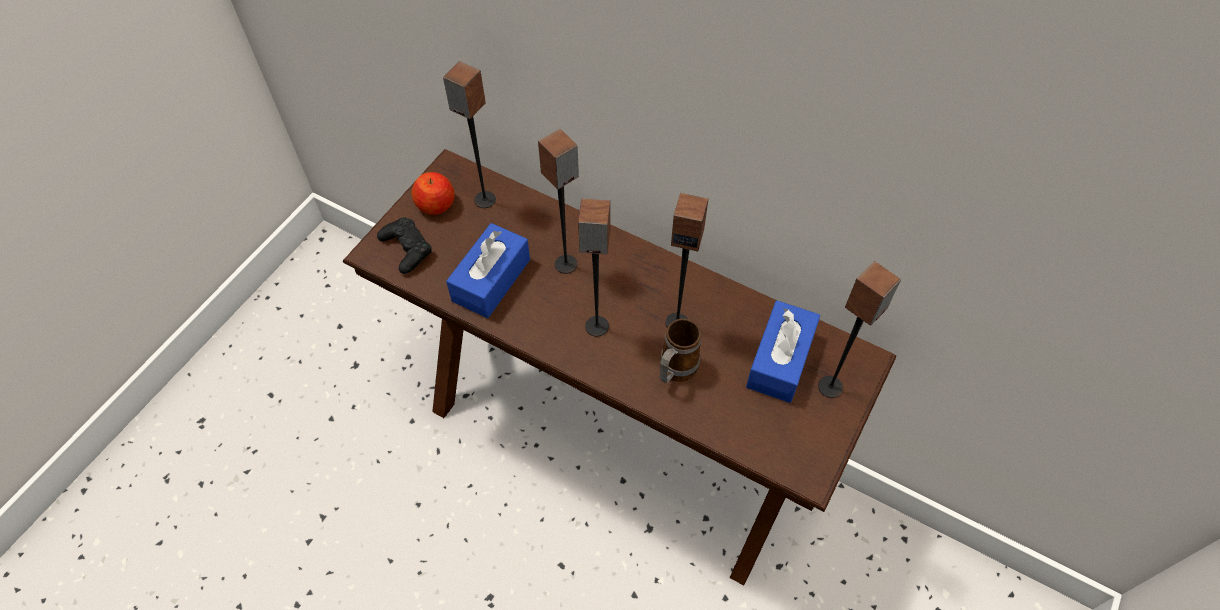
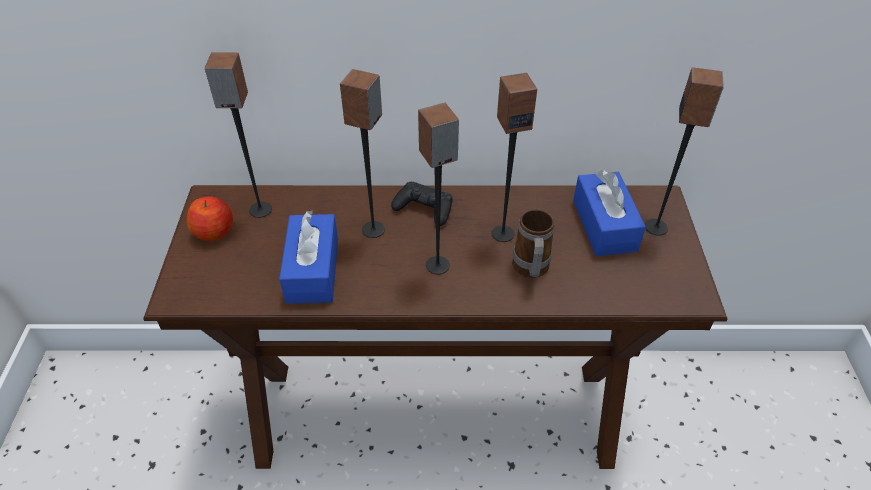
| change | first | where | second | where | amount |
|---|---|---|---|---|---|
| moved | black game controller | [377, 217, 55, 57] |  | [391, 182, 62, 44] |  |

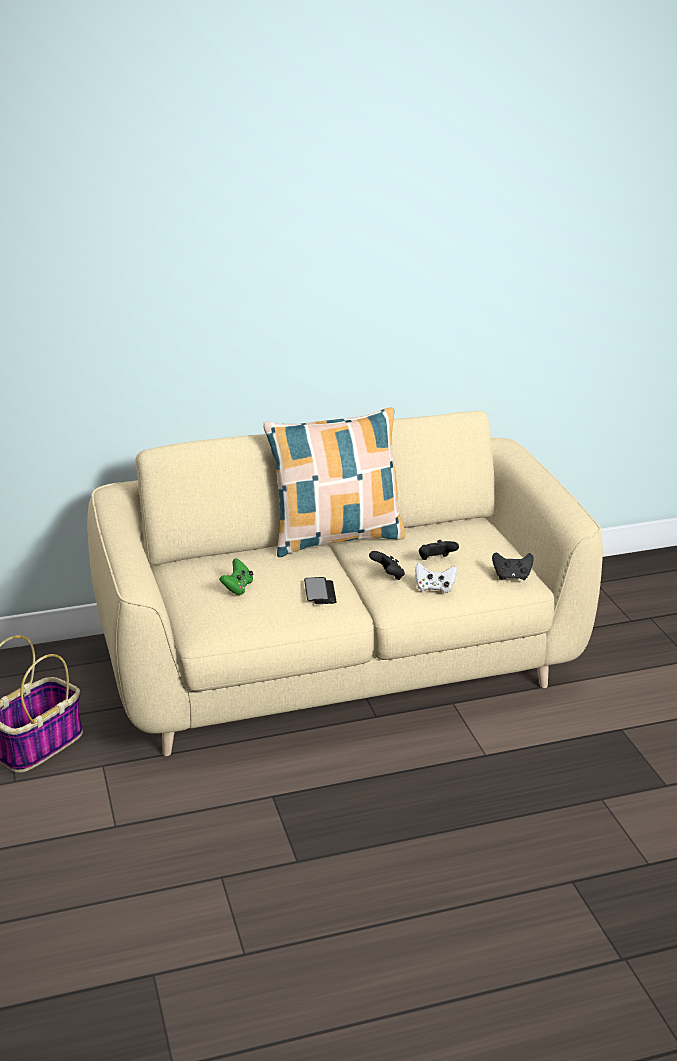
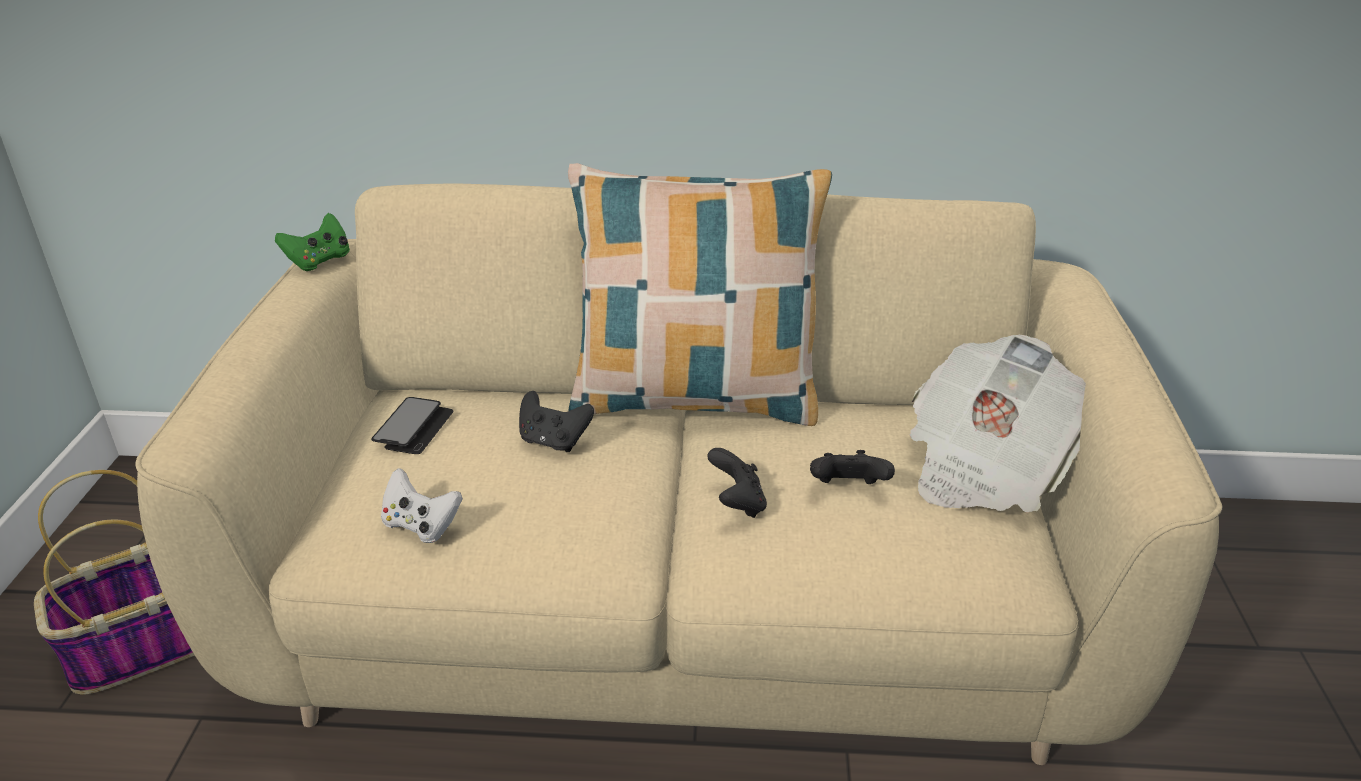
| change | first | where | second | where | amount |
|---|---|---|---|---|---|
| moved | black game controller | [492, 552, 42, 28] |  | [519, 391, 75, 61] |  |
| moved | green game controller | [219, 558, 34, 37] |  | [275, 213, 75, 58] |  |
| moved | white game controller | [415, 563, 42, 30] |  | [381, 468, 82, 75] |  |
| moved | phone | [304, 577, 33, 27] |  | [371, 397, 83, 57] |  |
| added |  |  | newspaper | [909, 335, 177, 177] |  |

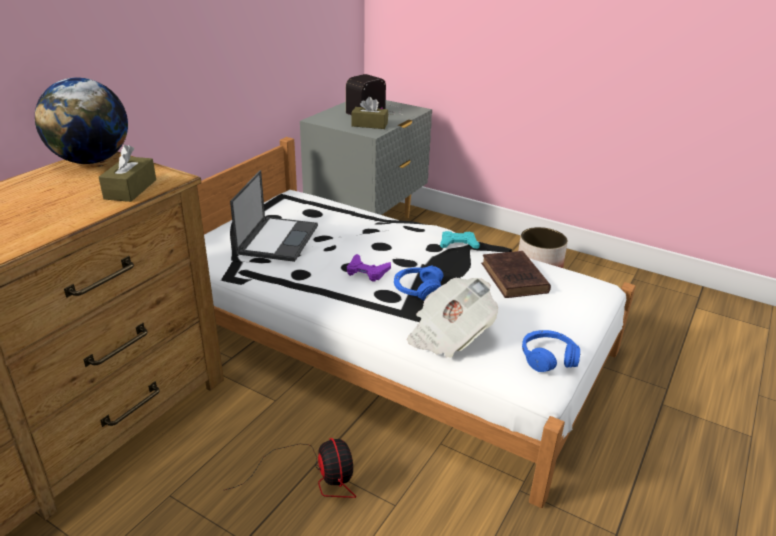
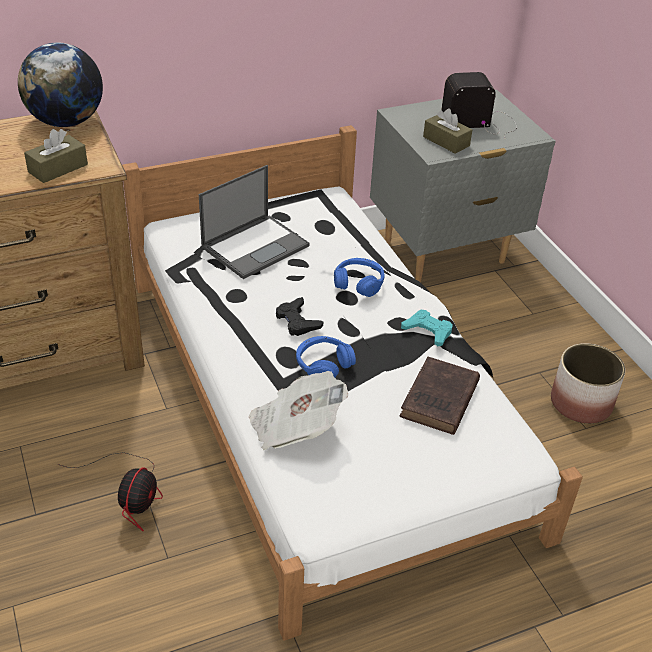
| change | first | where | second | where | amount |
|---|---|---|---|---|---|
| recoloured | purple game controller | [347, 254, 44, 28] | black game controller | [276, 297, 47, 39] |  |
| moved | blue headphones | [522, 330, 58, 42] |  | [334, 258, 51, 39] |  |

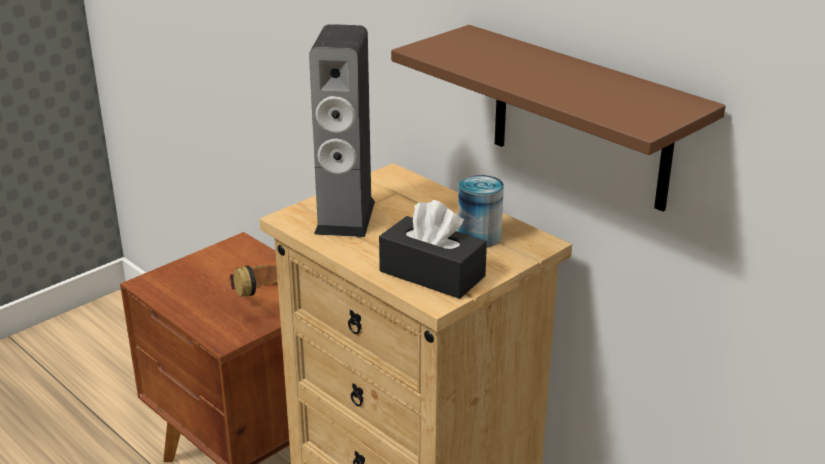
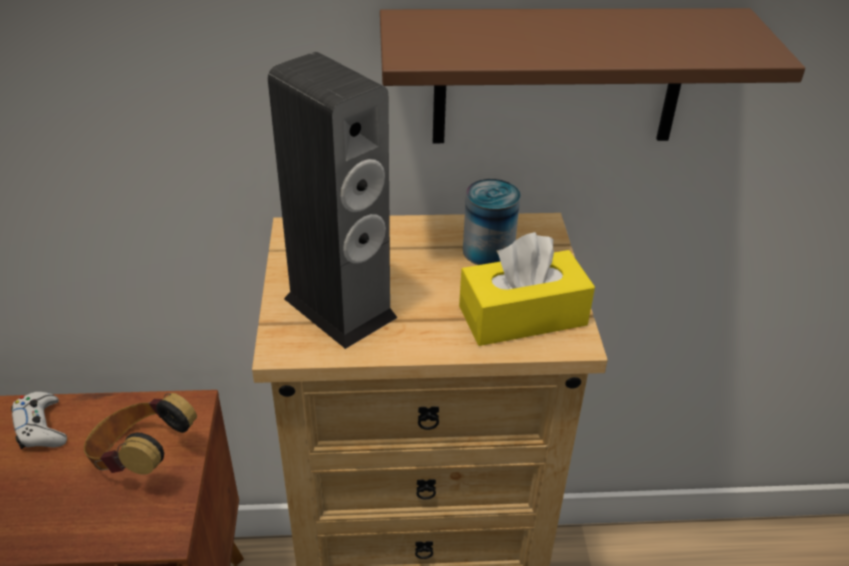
| change | first | where | second | where | amount |
|---|---|---|---|---|---|
| recoloured | black tissue box | [379, 200, 108, 99] | yellow tissue box | [459, 232, 136, 114] |  |
| added |  |  | white game controller | [11, 392, 56, 57] |  |

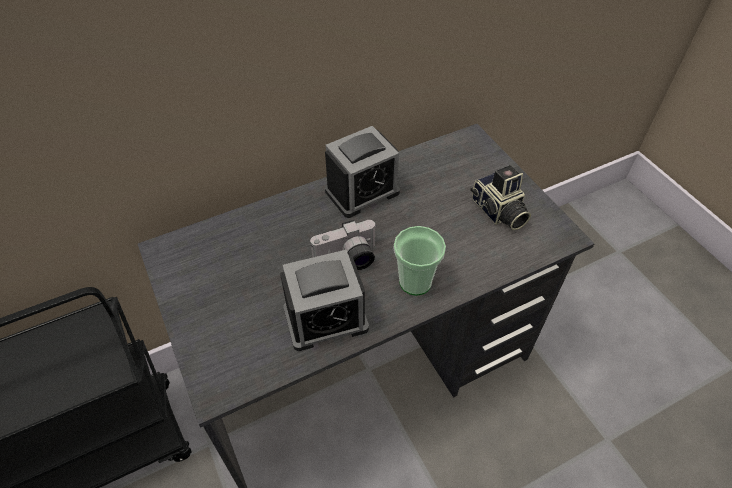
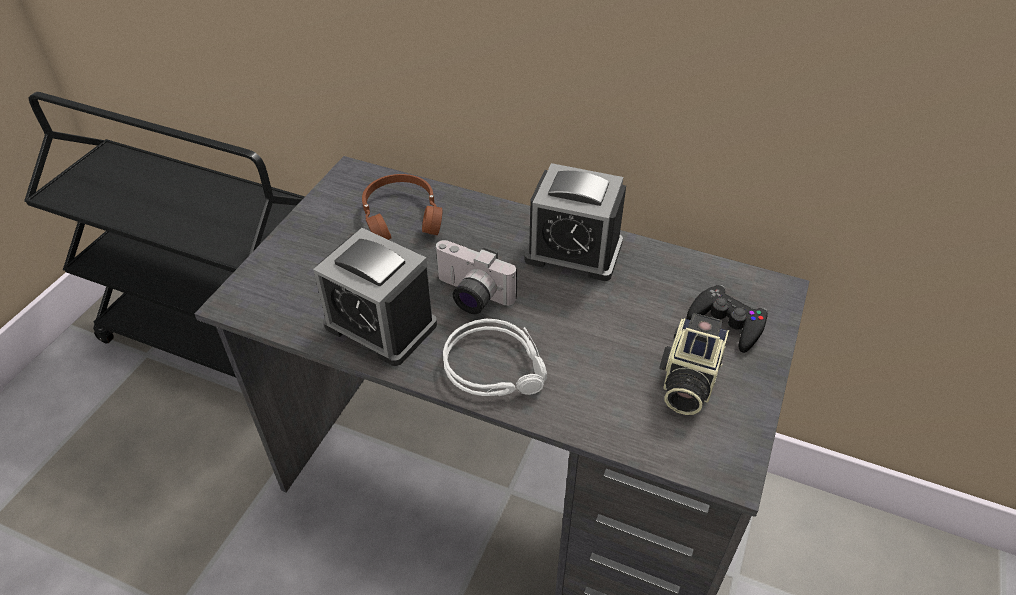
| change | first | where | second | where | amount |
|---|---|---|---|---|---|
| replaced | cup | [394, 226, 52, 70] | grey headphones | [443, 319, 104, 77] |  |
| added |  |  | brown headphones | [362, 174, 80, 66] |  |
| added |  |  | black game controller | [687, 285, 81, 68] |  |

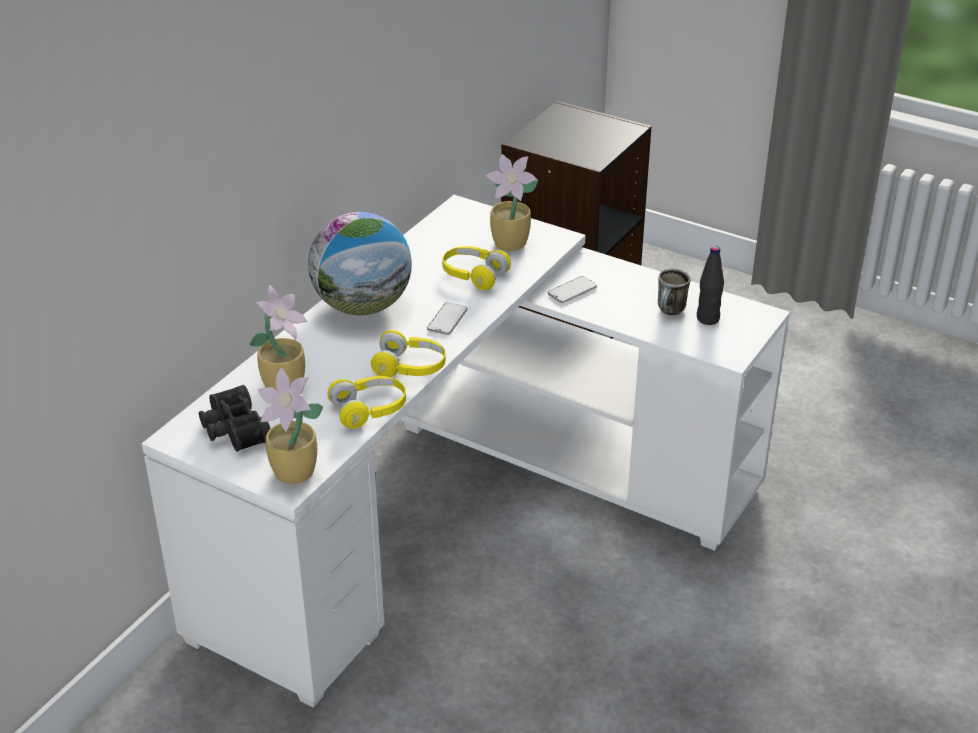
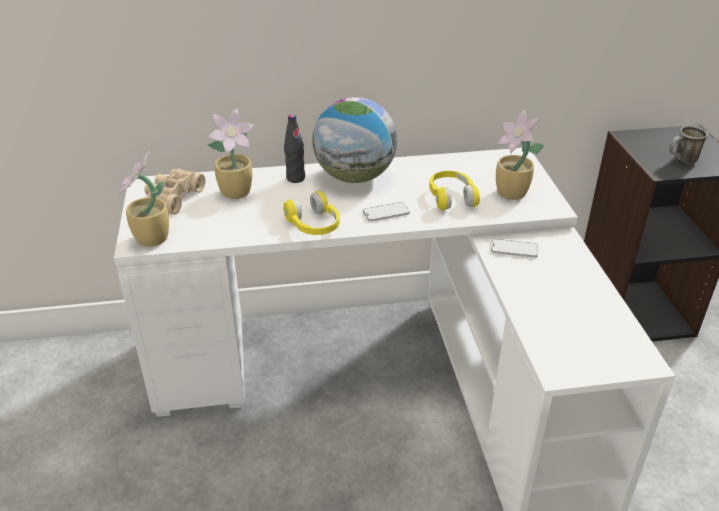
| change | first | where | second | where | amount |
|---|---|---|---|---|---|
| moved | black bottle | [697, 246, 27, 79] |  | [284, 114, 21, 69] |  |
| moved | mug | [658, 268, 32, 47] |  | [669, 126, 39, 39] |  |
| removed | yellow headphones | [327, 376, 79, 53] |  |  |  |
| recoloured | black binoculars | [199, 385, 72, 67] | beige binoculars | [144, 169, 61, 46] |  |

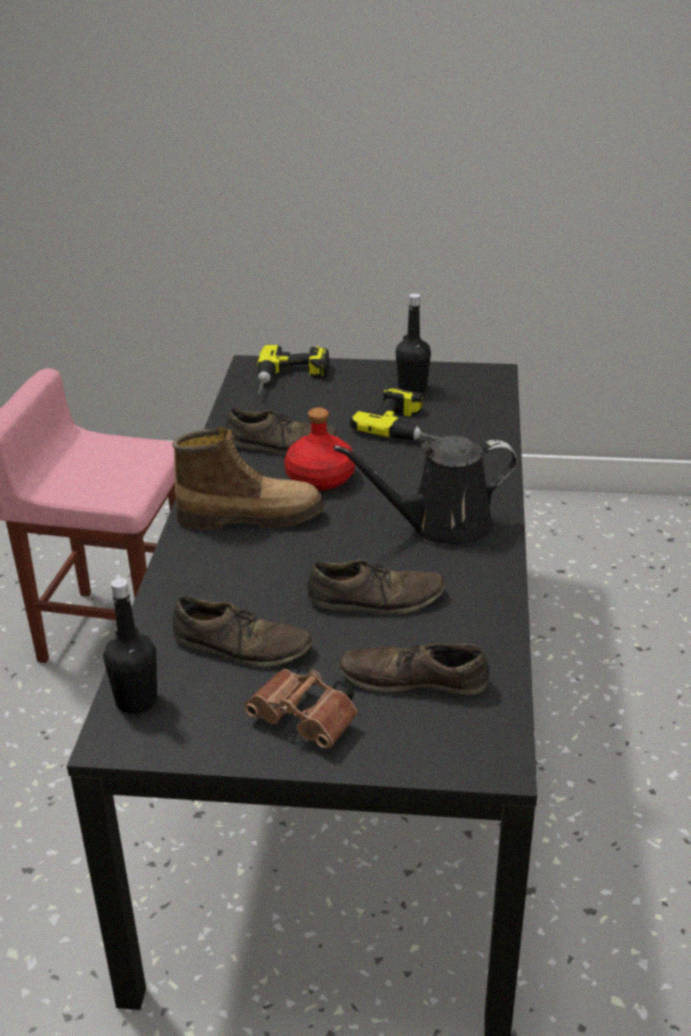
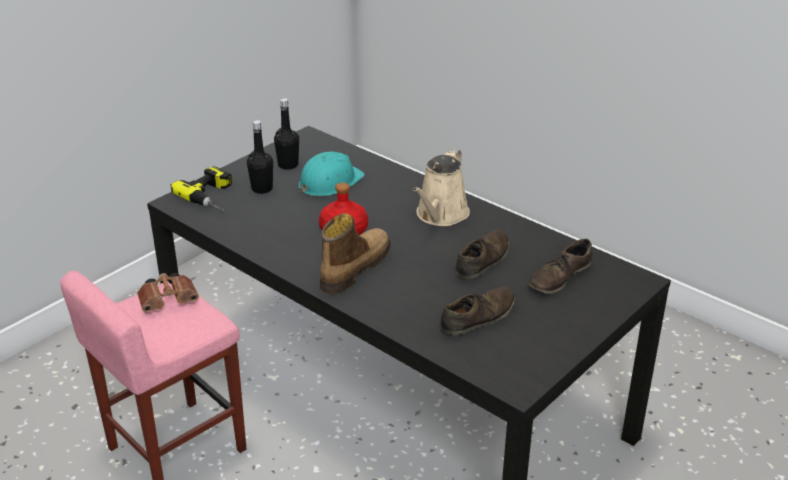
| change | first | where | second | where | amount |
|---|---|---|---|---|---|
| replaced | power drill | [350, 387, 92, 53] | turquoise hard hat | [298, 151, 67, 45] |  |
| removed | brown shoe | [225, 409, 113, 46] |  |  |  |
| recoloured | black watering can | [333, 436, 185, 111] | beige watering can | [413, 149, 57, 77] |  |
| moved | black bottle | [103, 578, 54, 136] |  | [247, 120, 26, 74] |  |
| moved | brown binoculars | [244, 666, 113, 82] |  | [138, 273, 61, 40] |  |

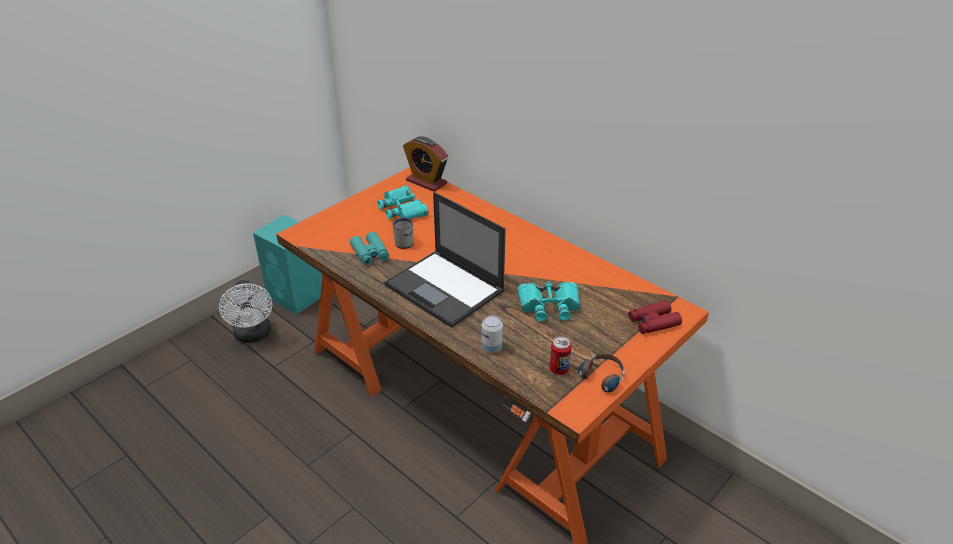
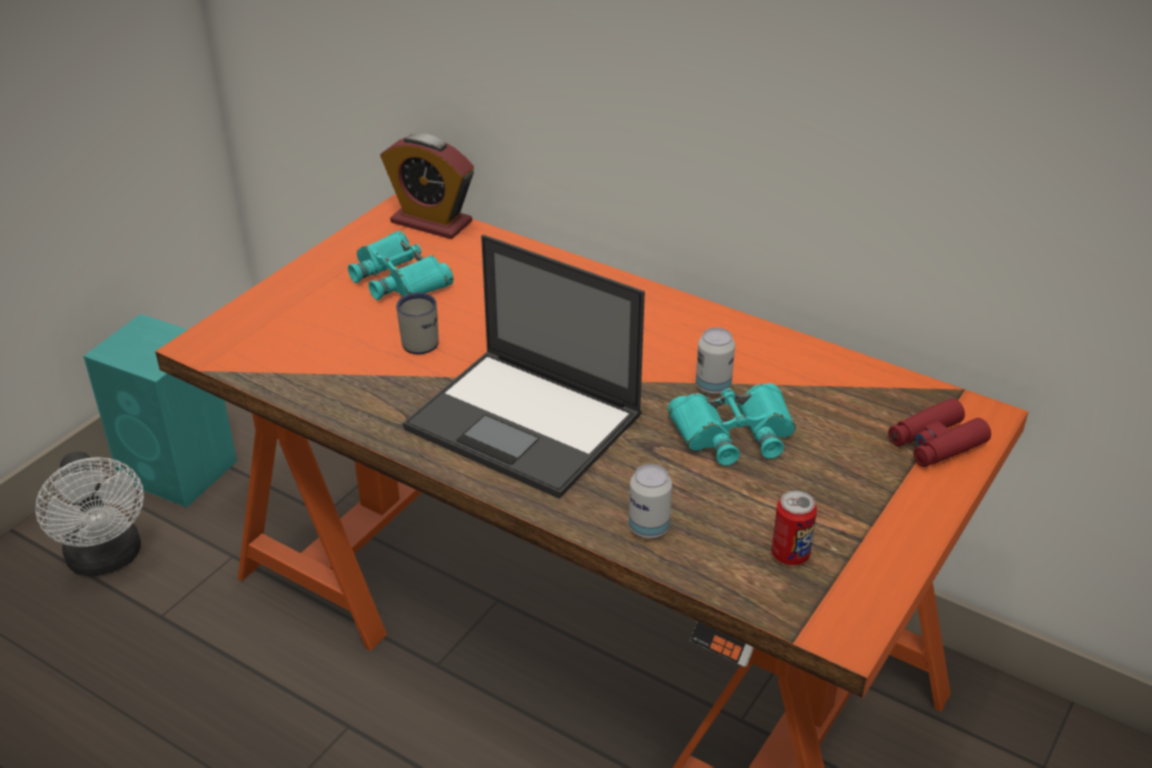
| change | first | where | second | where | amount |
|---|---|---|---|---|---|
| removed | turquoise binoculars | [350, 232, 39, 33] |  |  |  |
| removed | headphones | [570, 354, 55, 38] |  |  |  |
| added |  |  | can | [696, 328, 39, 66] |  |

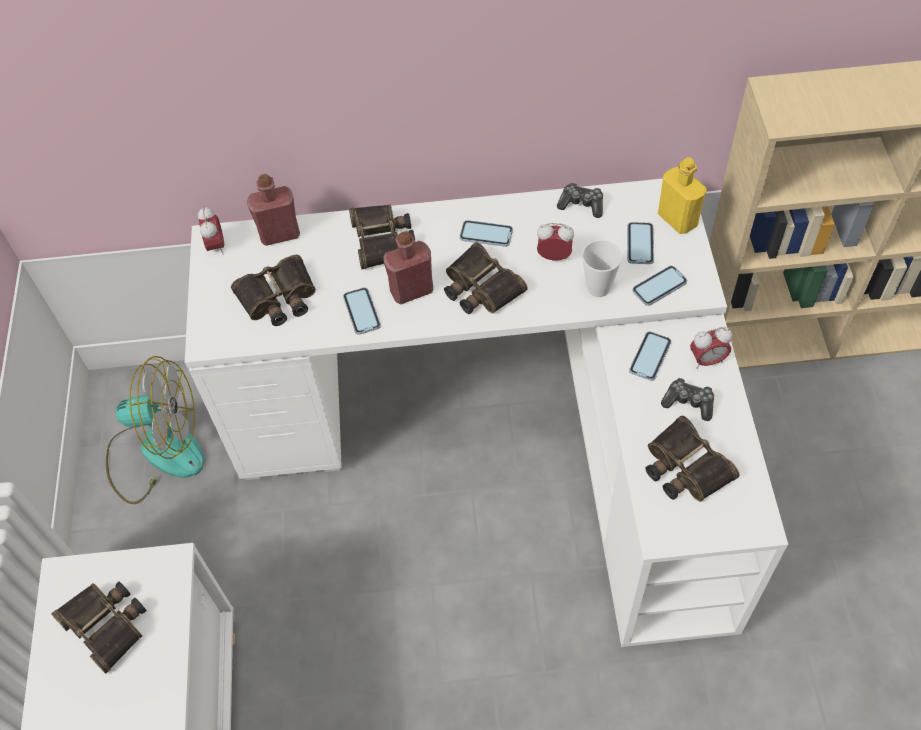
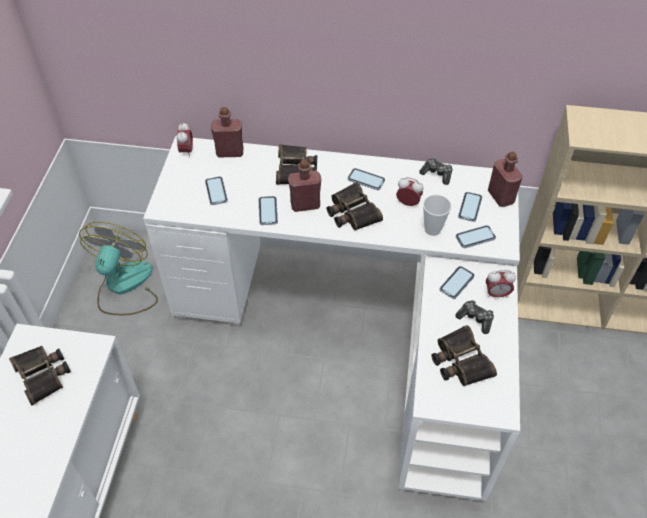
| change | first | where | second | where | amount |
|---|---|---|---|---|---|
| recoloured | yellow bottle | [658, 157, 49, 77] | red bottle | [488, 151, 35, 56] |  |
| replaced | binoculars | [231, 255, 85, 71] | phone | [205, 177, 23, 28] |  |
| turned | fan | [106, 356, 99, 148] |  | [79, 222, 79, 93] | 90 degrees counterclockwise |

